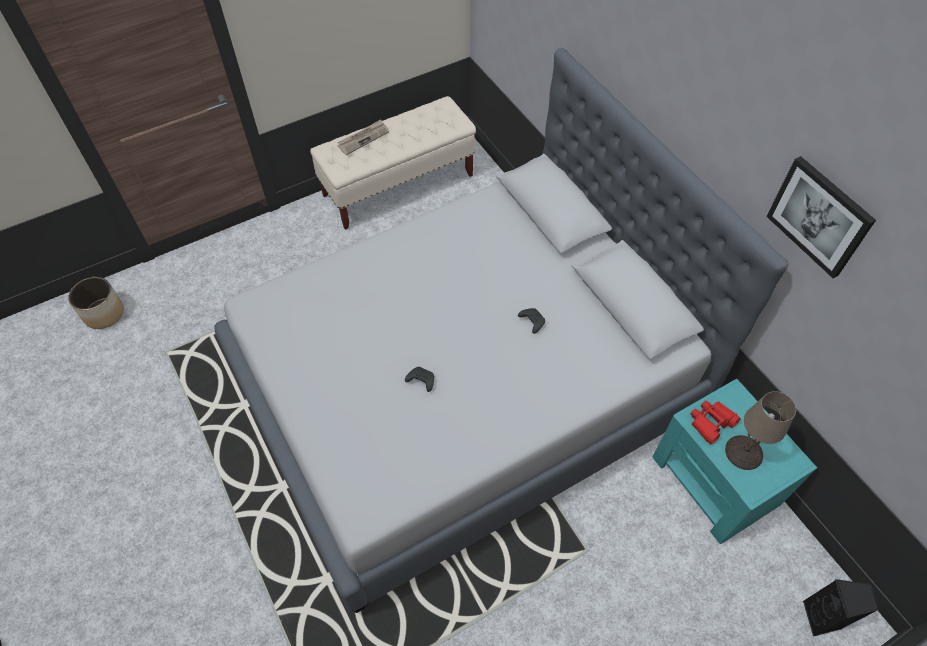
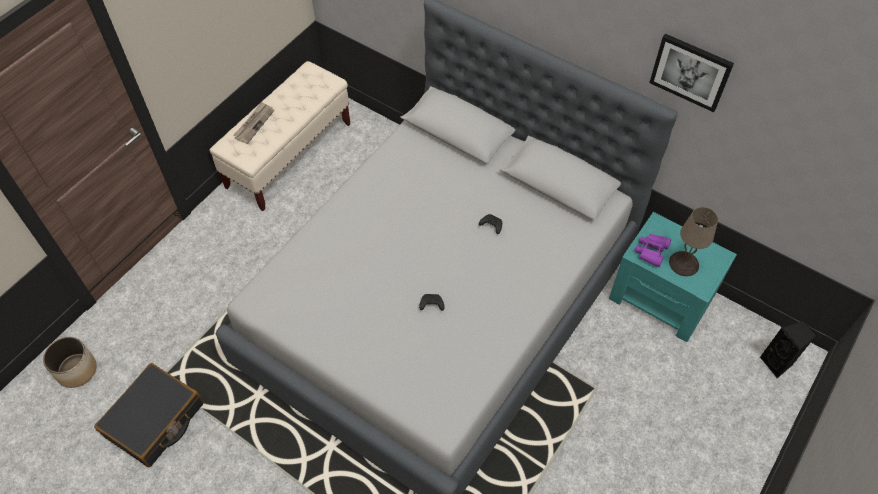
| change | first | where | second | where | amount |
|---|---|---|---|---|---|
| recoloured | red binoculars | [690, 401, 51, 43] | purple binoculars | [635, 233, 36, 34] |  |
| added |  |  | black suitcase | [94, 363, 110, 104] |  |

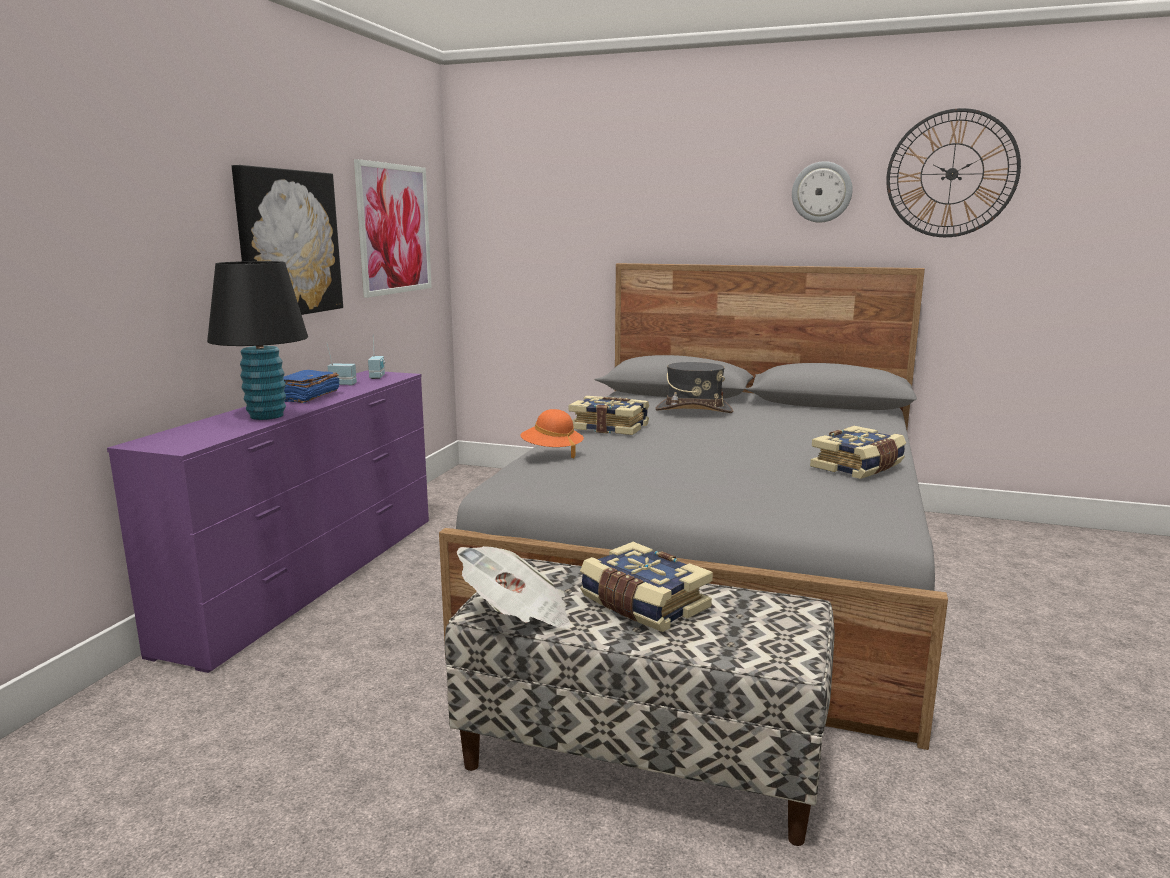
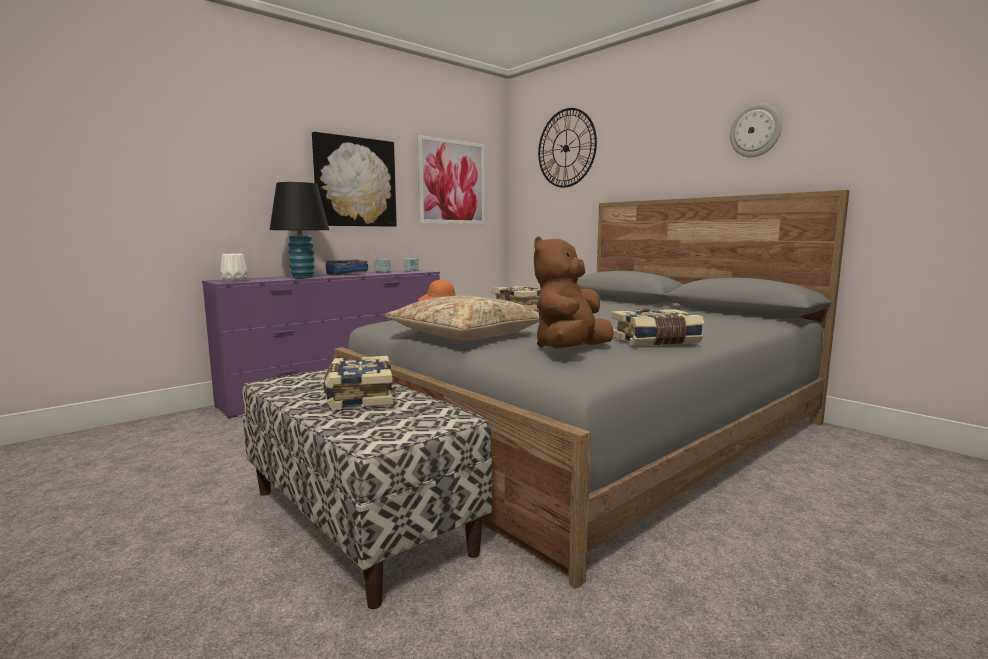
| change | first | where | second | where | amount |
|---|---|---|---|---|---|
| moved | wall clock | [886, 108, 135, 129] |  | [538, 108, 59, 80] |  |
| removed | grey hat | [655, 362, 78, 51] |  |  |  |
| removed | newspaper | [457, 546, 114, 83] |  |  |  |
| added |  |  | brown plush toy | [534, 236, 80, 113] |  |
| added |  |  | white vase | [220, 253, 28, 29] |  |
| added |  |  | beige pillow | [385, 296, 154, 44] |  |

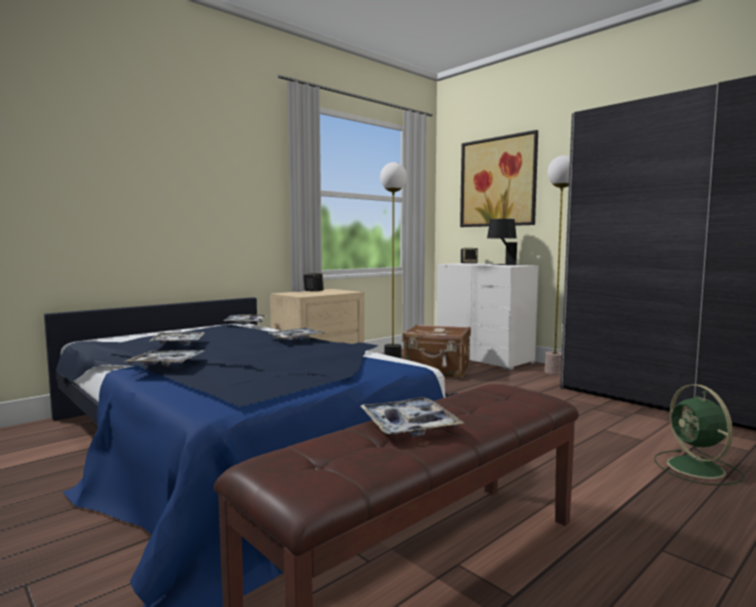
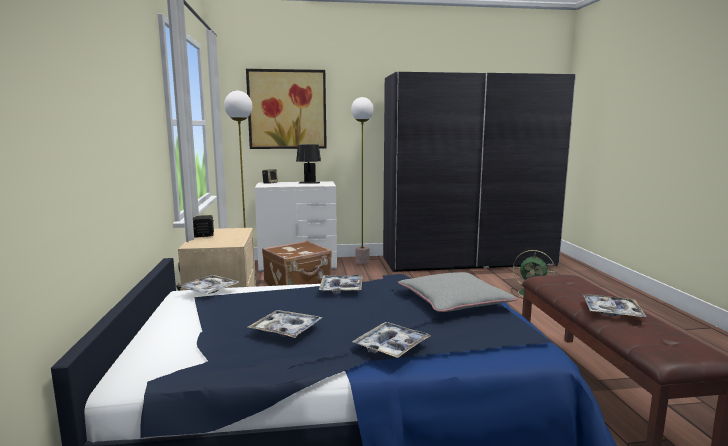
| change | first | where | second | where | amount |
|---|---|---|---|---|---|
| added |  |  | grey pillow | [398, 272, 120, 40] |  |

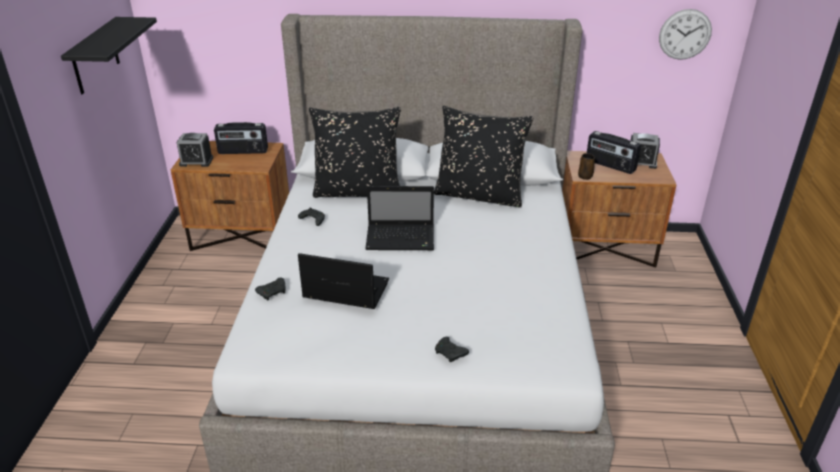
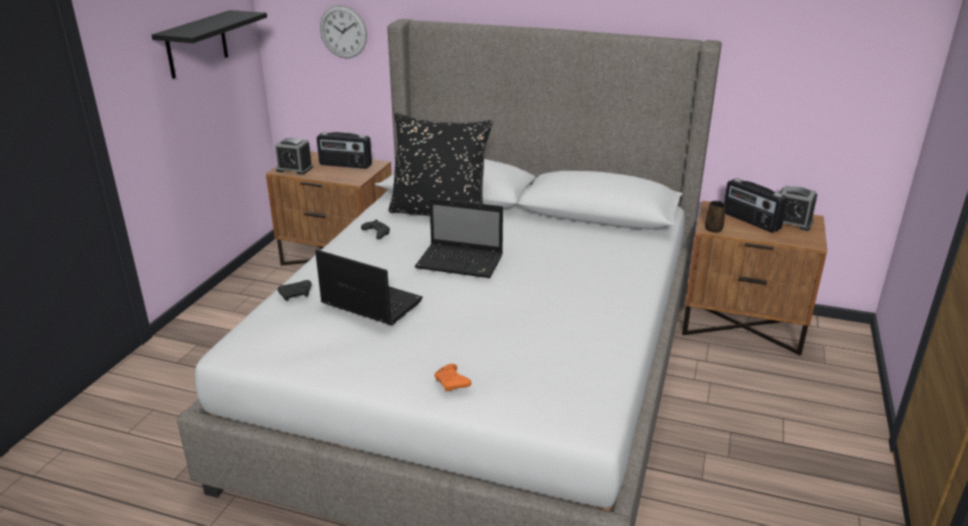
| change | first | where | second | where | amount |
|---|---|---|---|---|---|
| moved | wall clock | [659, 9, 53, 51] |  | [320, 5, 47, 53] |  |
| removed | black pillow | [434, 106, 99, 102] |  |  |  |
| recoloured | black game controller | [435, 337, 34, 25] | orange game controller | [434, 364, 37, 28] |  |

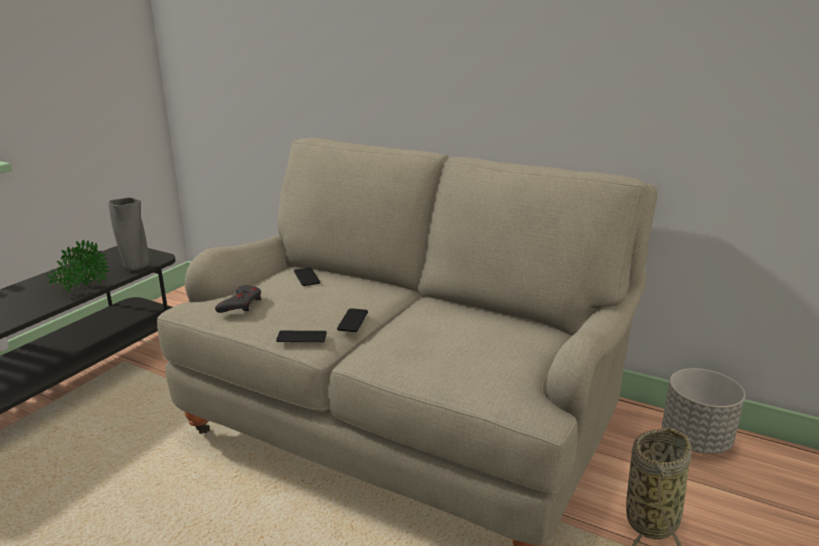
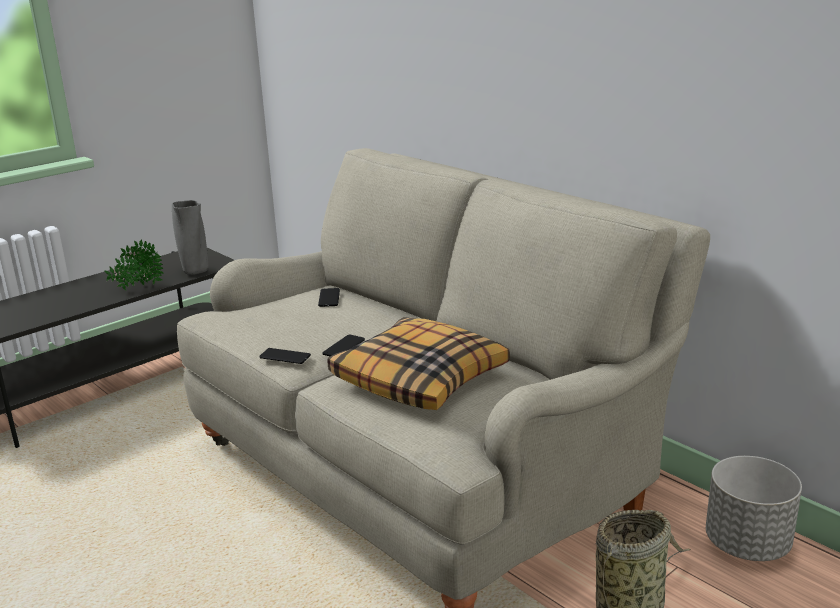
| change | first | where | second | where | amount |
|---|---|---|---|---|---|
| removed | grey game controller | [215, 285, 46, 28] |  |  |  |
| added |  |  | pillow | [327, 317, 183, 93] |  |

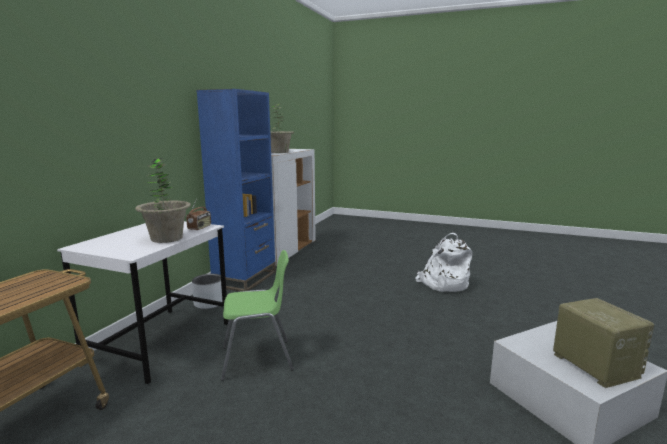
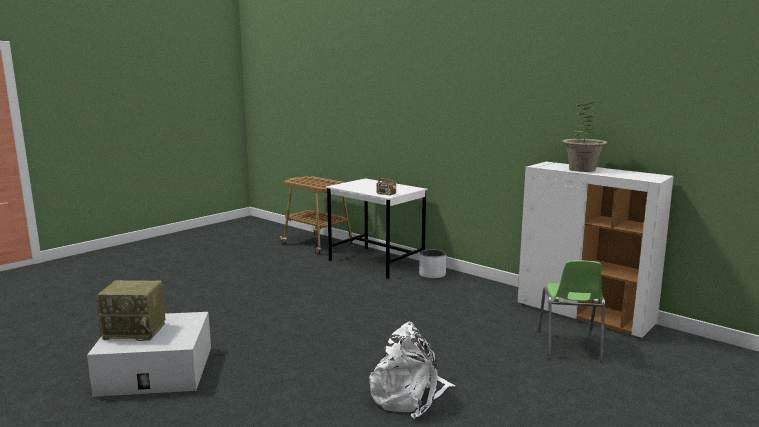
| change | first | where | second | where | amount |
|---|---|---|---|---|---|
| removed | blue bookcase | [196, 89, 80, 202] |  |  |  |
| removed | potted plant | [135, 158, 56, 85] |  |  |  |
| moved | green chair | [221, 250, 73, 131] |  | [538, 260, 67, 102] |  |

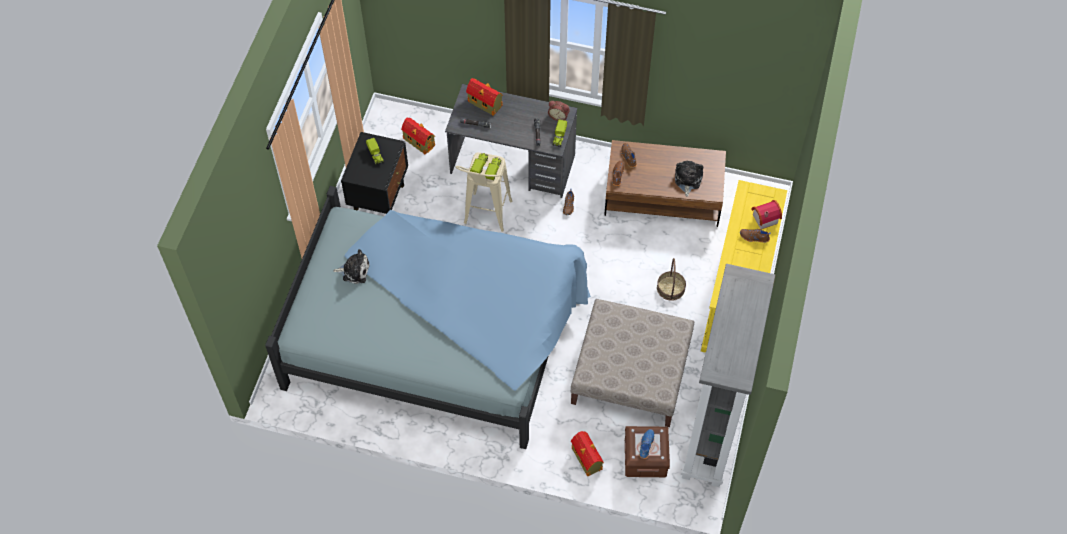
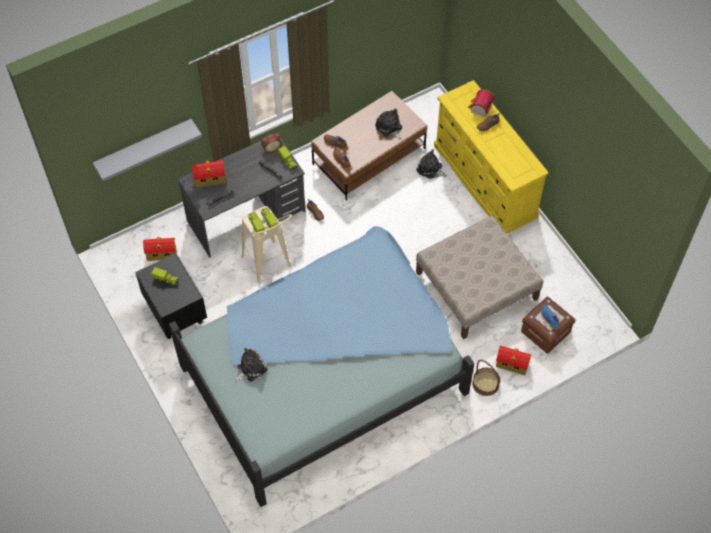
| change | first | where | second | where | amount |
|---|---|---|---|---|---|
| moved | basket | [657, 258, 29, 43] |  | [472, 360, 28, 36] |  |
| removed | grey bookcase | [681, 264, 94, 223] |  |  |  |
| added |  |  | grey shelf | [93, 119, 109, 62] |  |
| added |  |  | plush toy | [416, 149, 31, 30] |  |

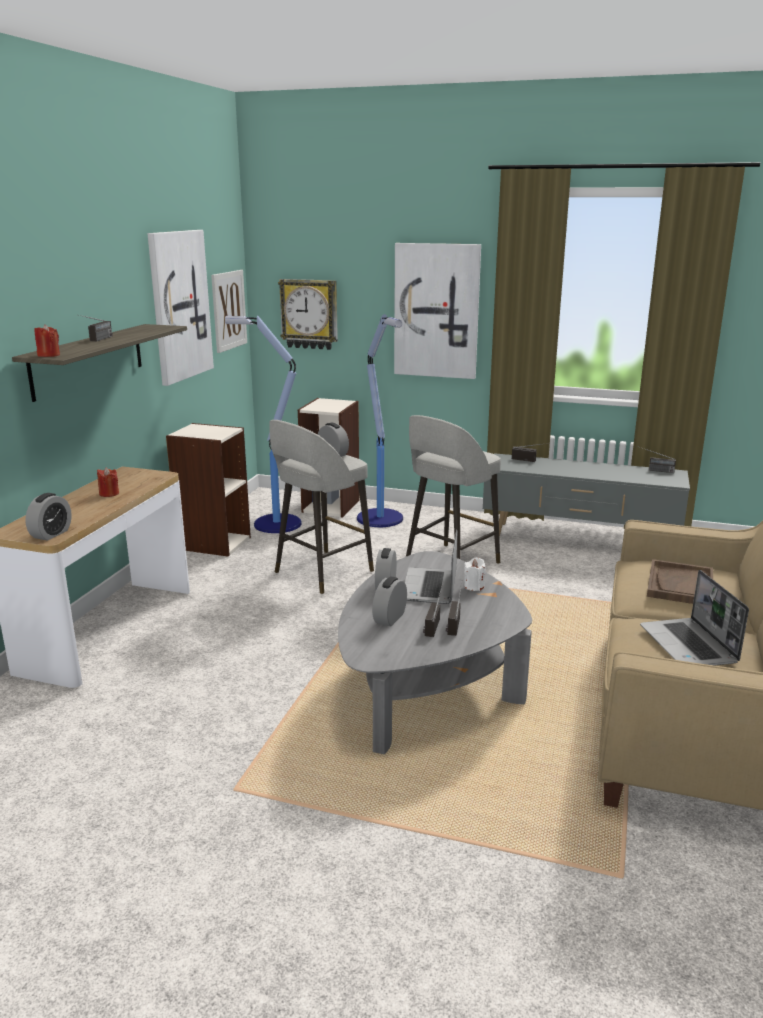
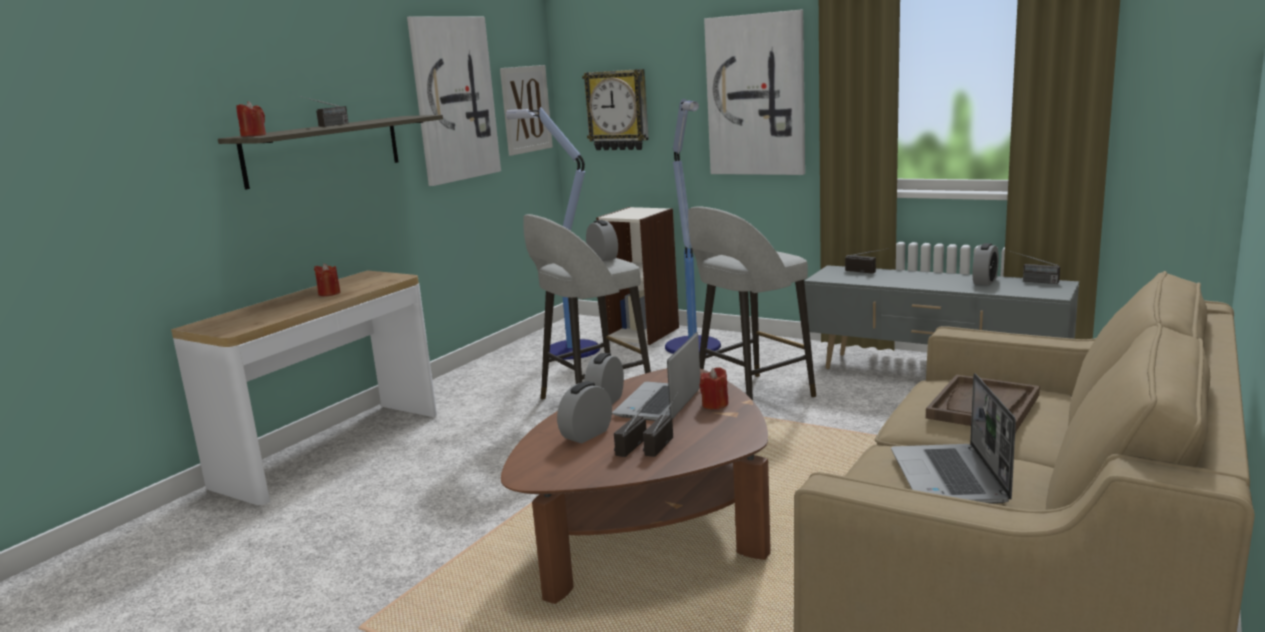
| change | first | where | second | where | amount |
|---|---|---|---|---|---|
| removed | bookcase | [166, 423, 85, 134] |  |  |  |
| moved | alarm clock | [25, 493, 47, 48] |  | [972, 243, 27, 42] |  |
| recoloured | grey coffee table | [338, 551, 194, 203] | brown coffee table | [501, 368, 270, 236] |  |
| recoloured | white candle | [464, 558, 22, 33] | red candle | [699, 367, 29, 42] |  |

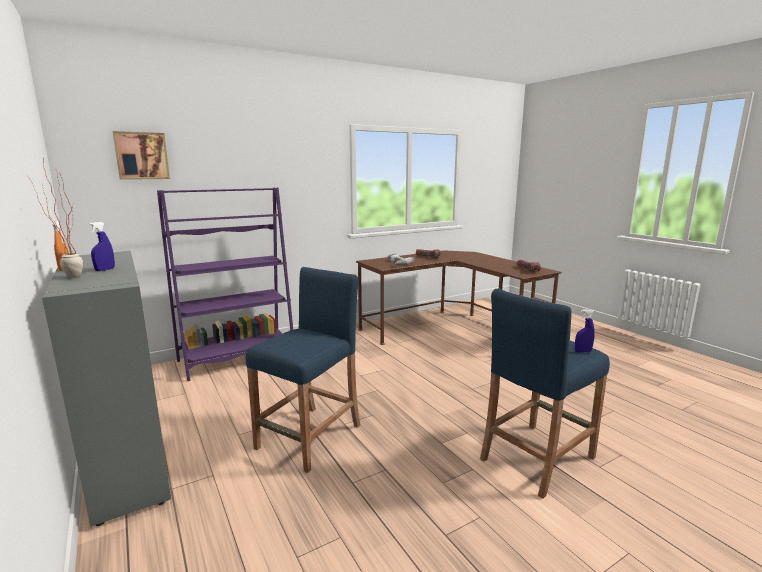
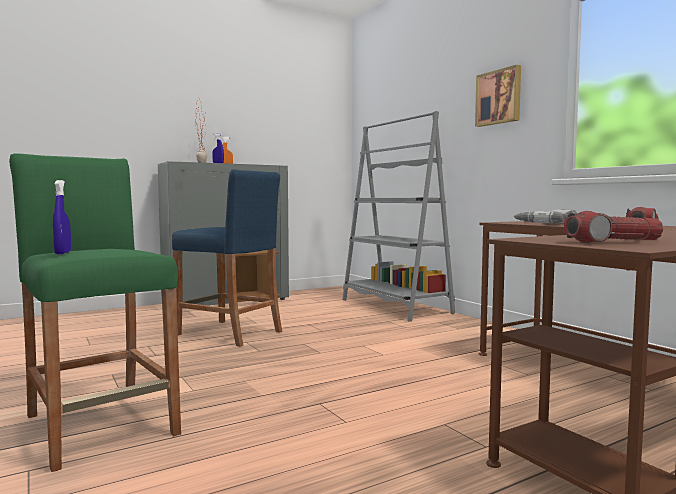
| change | first | where | second | where | amount |
|---|---|---|---|---|---|
| moved | picture | [112, 131, 58, 49] |  | [475, 65, 46, 62] |  |
| recoloured | purple bookcase | [157, 188, 136, 193] | grey bookcase | [342, 111, 113, 211] |  |
| recoloured | blue stool | [480, 288, 130, 211] | green stool | [9, 153, 172, 319] |  |

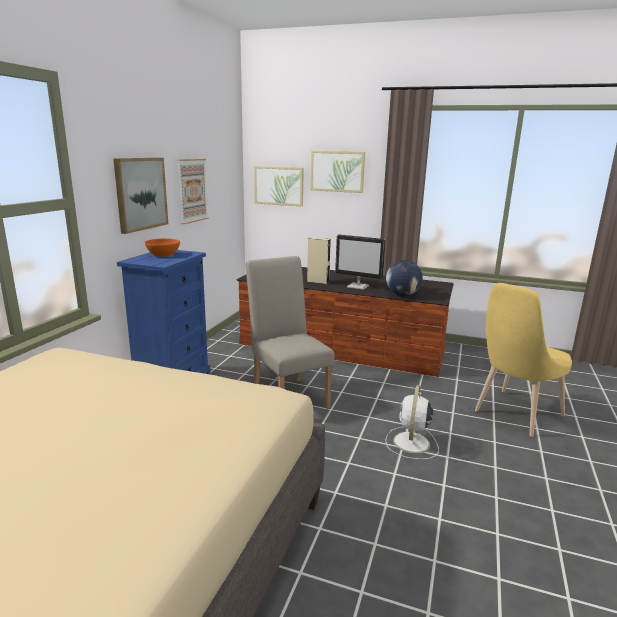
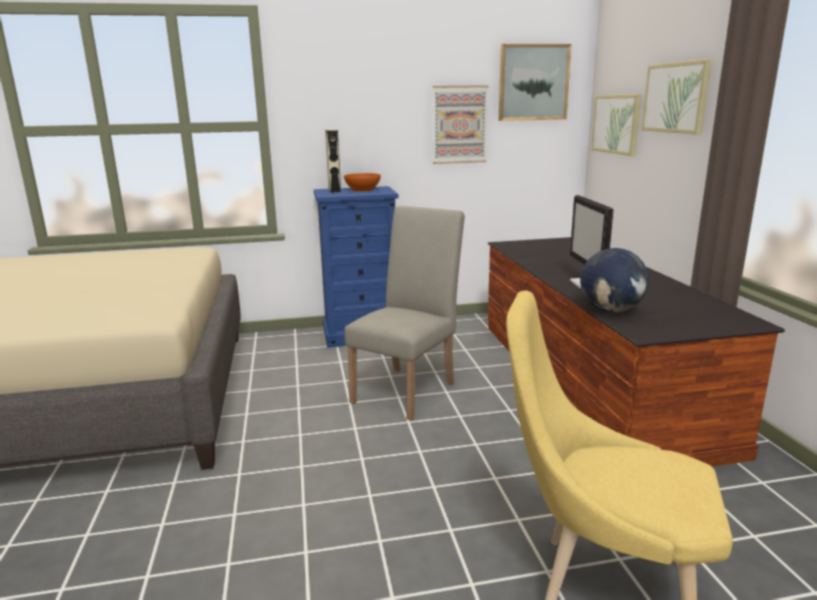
| change | first | where | second | where | amount |
|---|---|---|---|---|---|
| moved | picture | [113, 158, 55, 76] |  | [499, 44, 73, 77] |  |
| moved | beige speaker | [307, 237, 24, 47] |  | [325, 129, 16, 64] |  |
| removed | white fan | [385, 385, 54, 74] |  |  |  |

